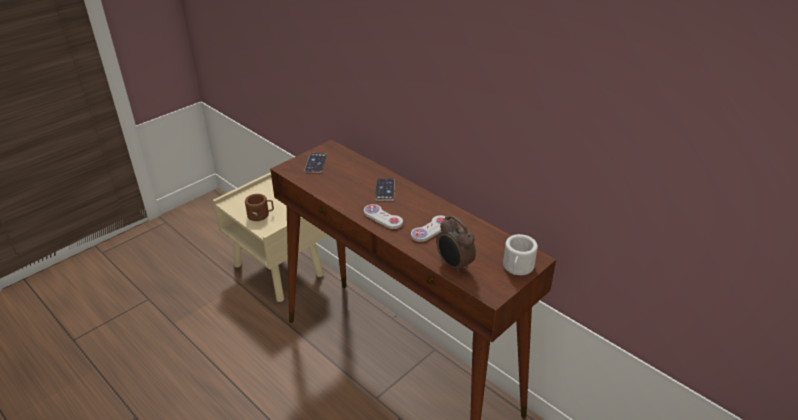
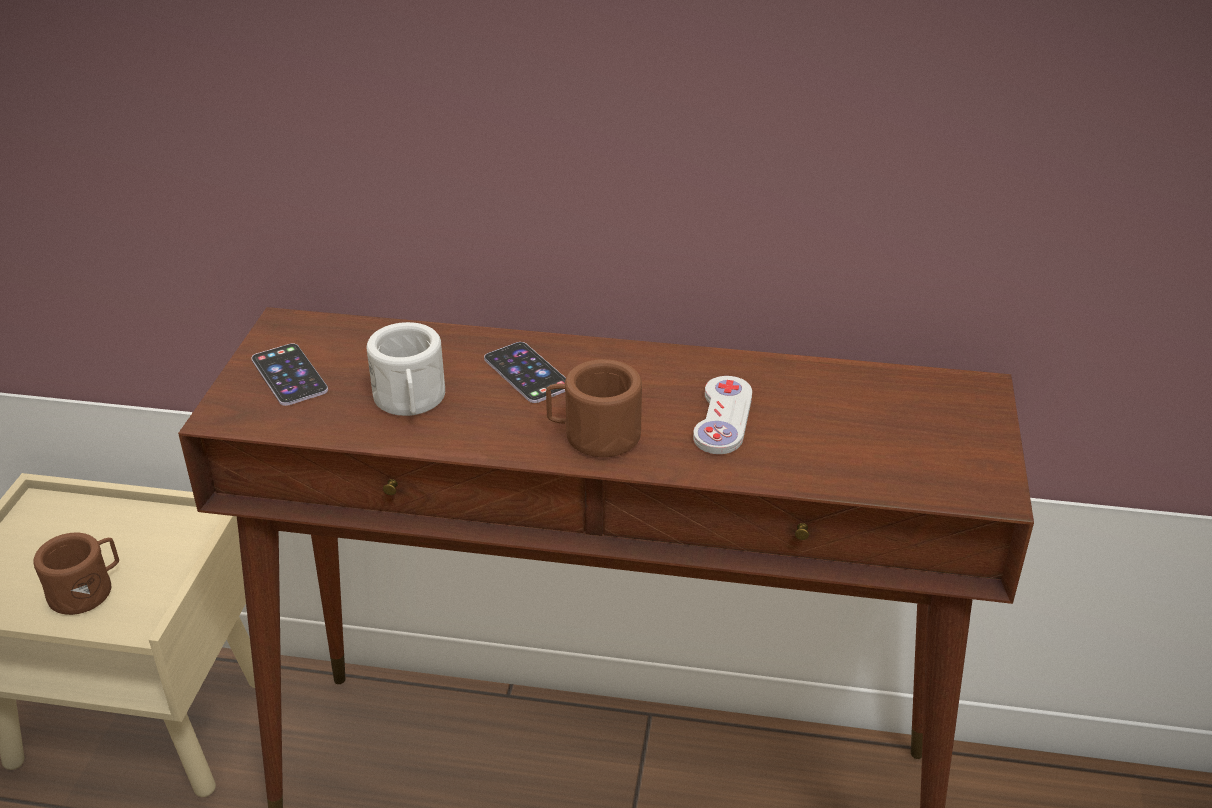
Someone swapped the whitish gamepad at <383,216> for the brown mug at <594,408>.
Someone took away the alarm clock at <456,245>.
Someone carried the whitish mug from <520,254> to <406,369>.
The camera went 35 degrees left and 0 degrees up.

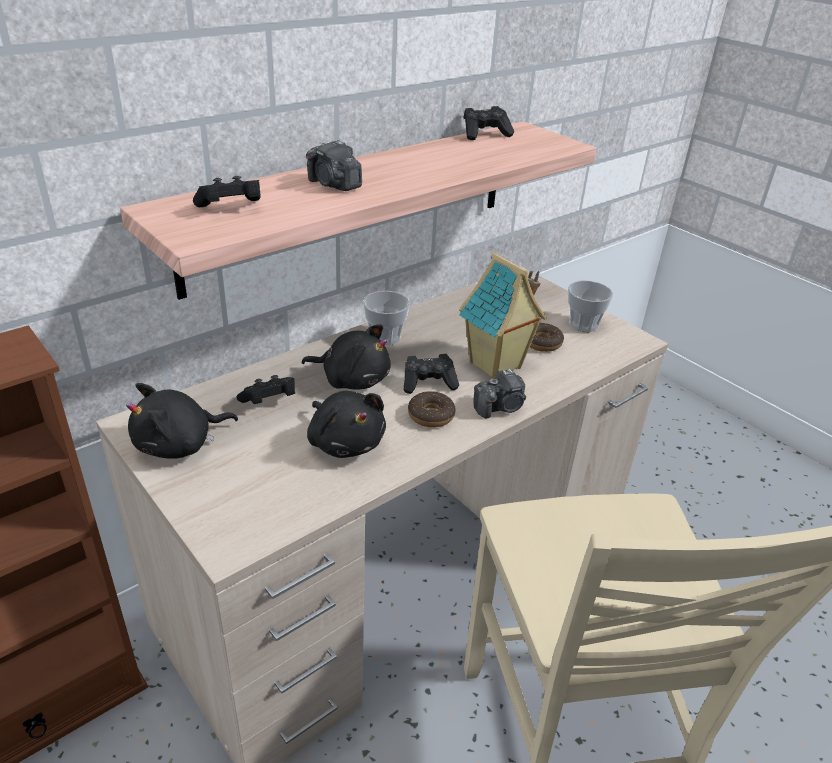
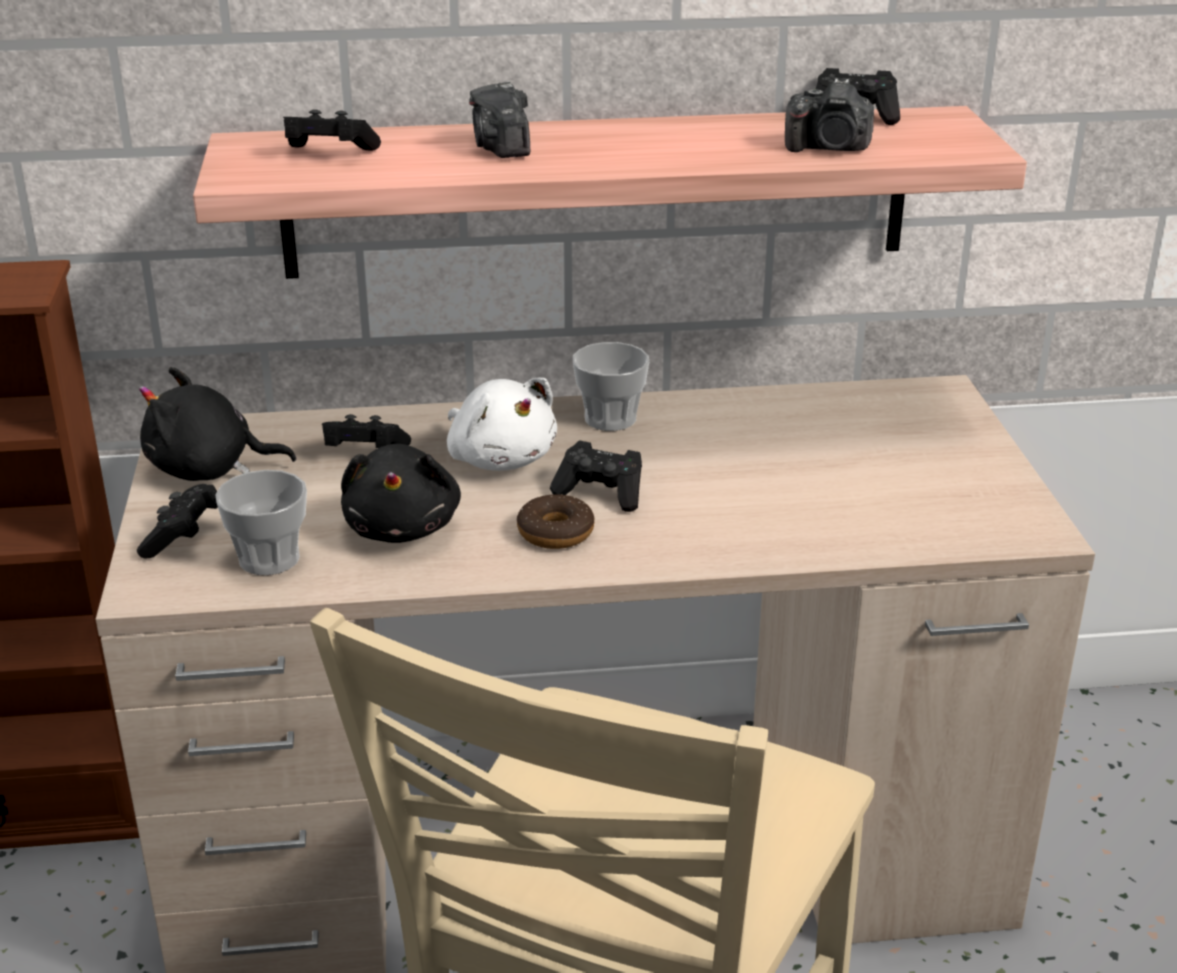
Someone repainted the black plush toy at <346,357>, which became the whitish plush toy at <502,424>.
Someone took away the toy house at <503,315>.
Someone carried the still camera from <499,393> to <829,115>.
Someone took away the ring doughnut at <547,337>.
Someone carried the cup from <590,306> to <261,522>.
Someone put down the black gamepad at <177,521>.
The camera went 35 degrees right and 5 degrees down.

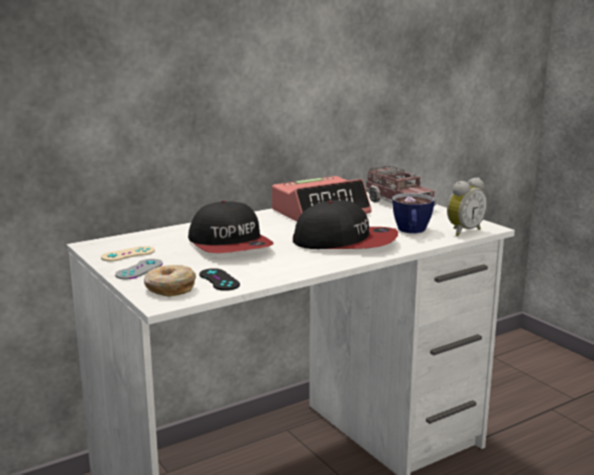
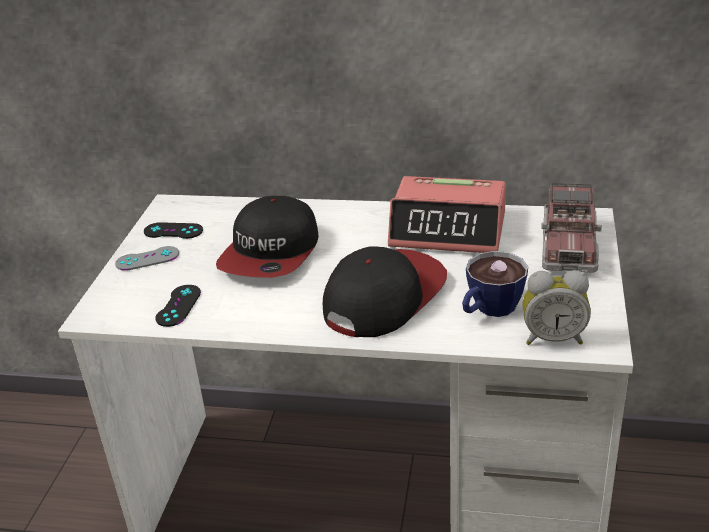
Someone repainted the beige-coloured gamepad at <128,253>, which became the black gamepad at <173,230>.
Someone took away the ring doughnut at <170,281>.
Someone rotated the baseball cap at <345,224> by 105 degrees counterclockwise.
The camera went 45 degrees right and 15 degrees up.

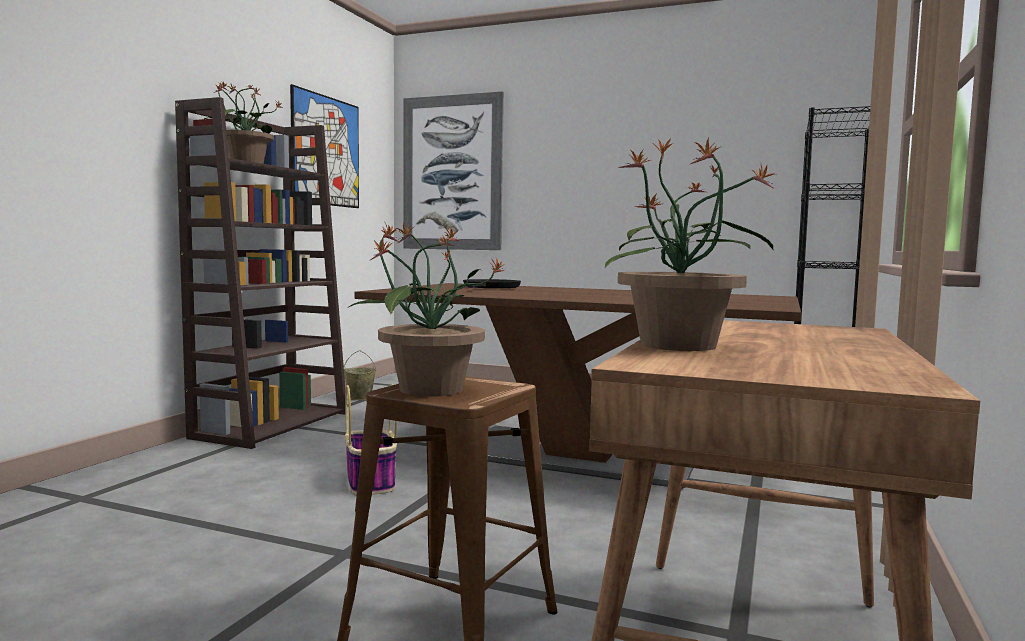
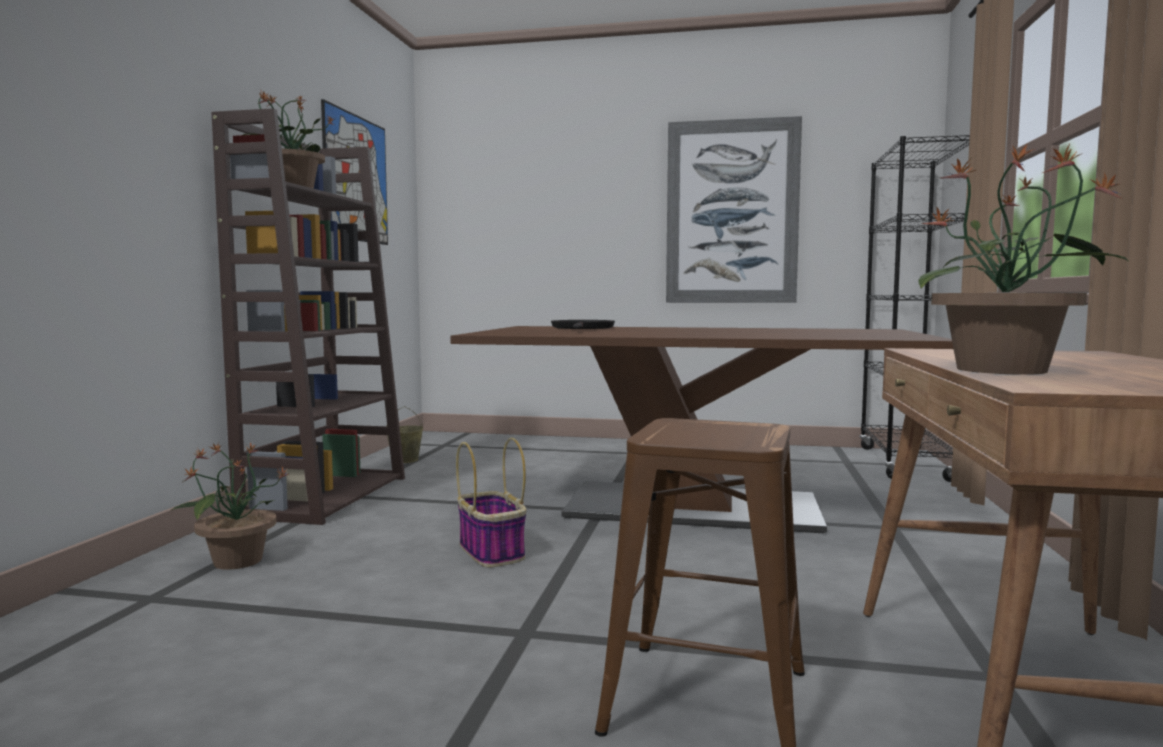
Someone carried the houseplant from <427,310> to <229,506>.
Someone carried the wall art from <453,170> to <734,209>.
The camera went 10 degrees left and 0 degrees up.

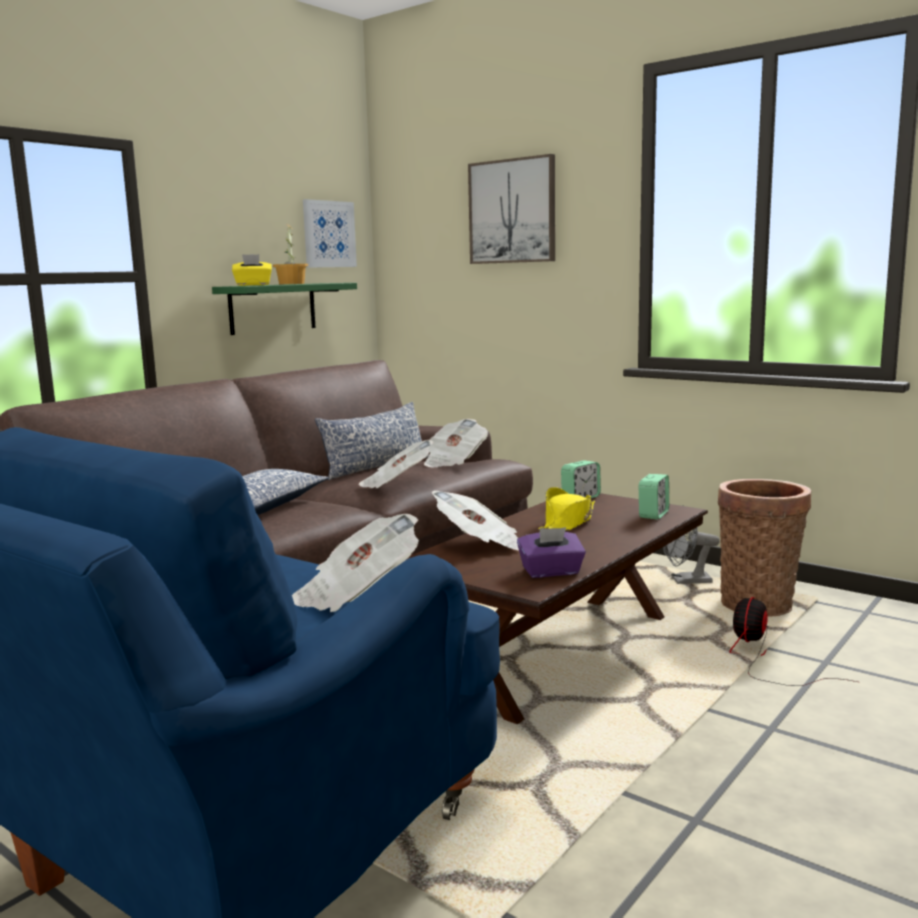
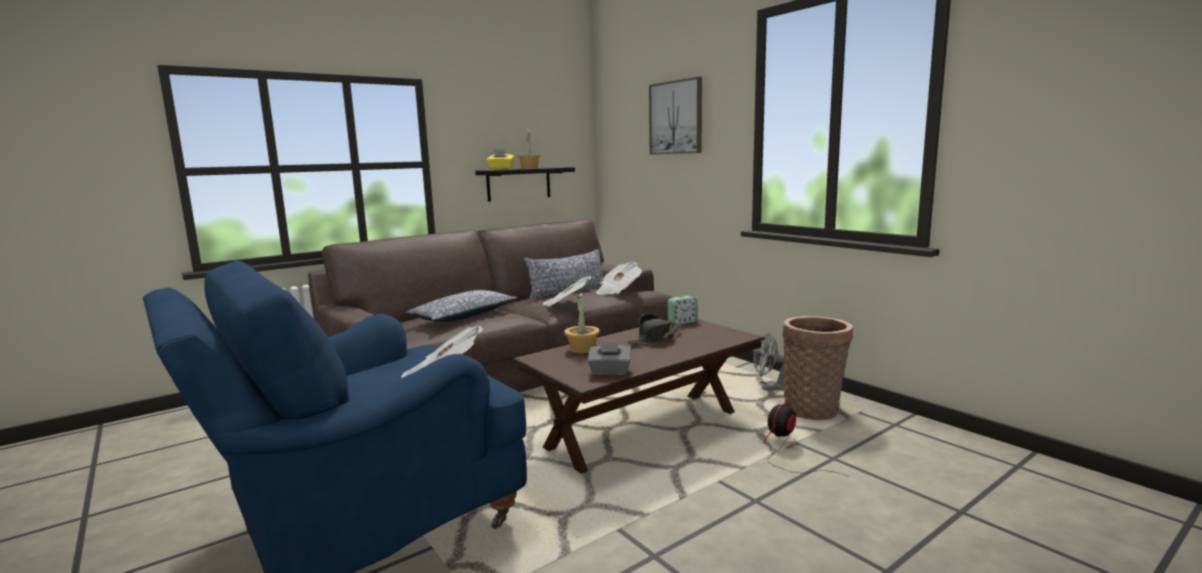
Someone repainted the greenish wall shelf at <284,309>, which became the black wall shelf at <525,184>.
Someone took away the wall art at <330,233>.
Someone swapped the newspaper at <475,520> for the houseplant at <582,322>.
Someone repainted the purplish tissue box at <551,552>, which became the grey tissue box at <609,359>.
Someone repainted the yellowish wearable hat at <566,509>, which became the black wearable hat at <654,329>.
Someone took away the alarm clock at <654,496>.
The camera went 15 degrees right and 0 degrees up.

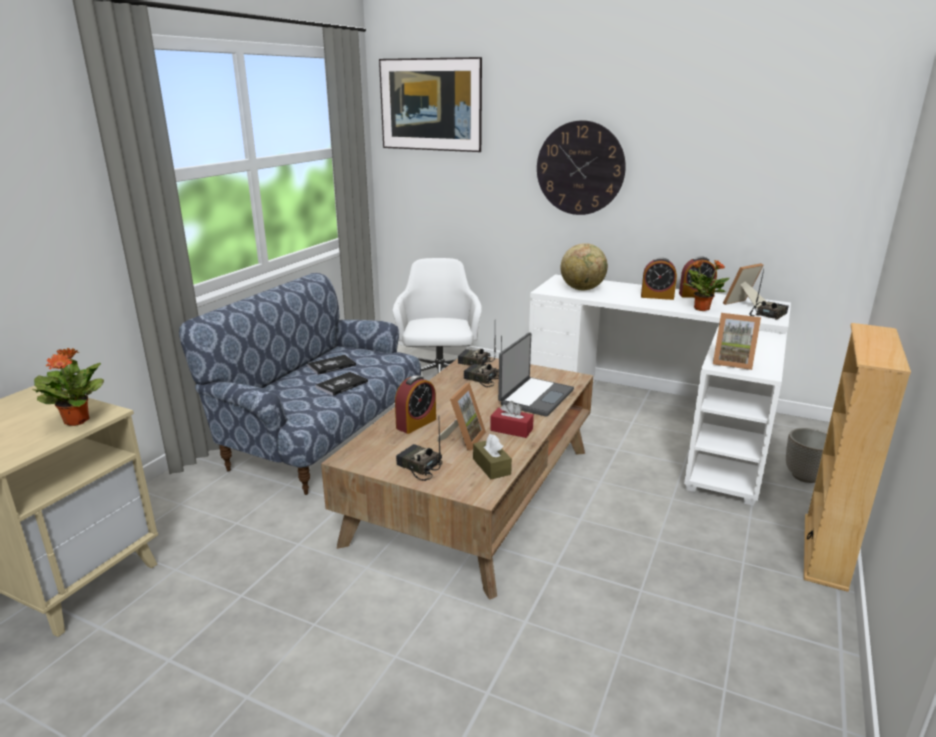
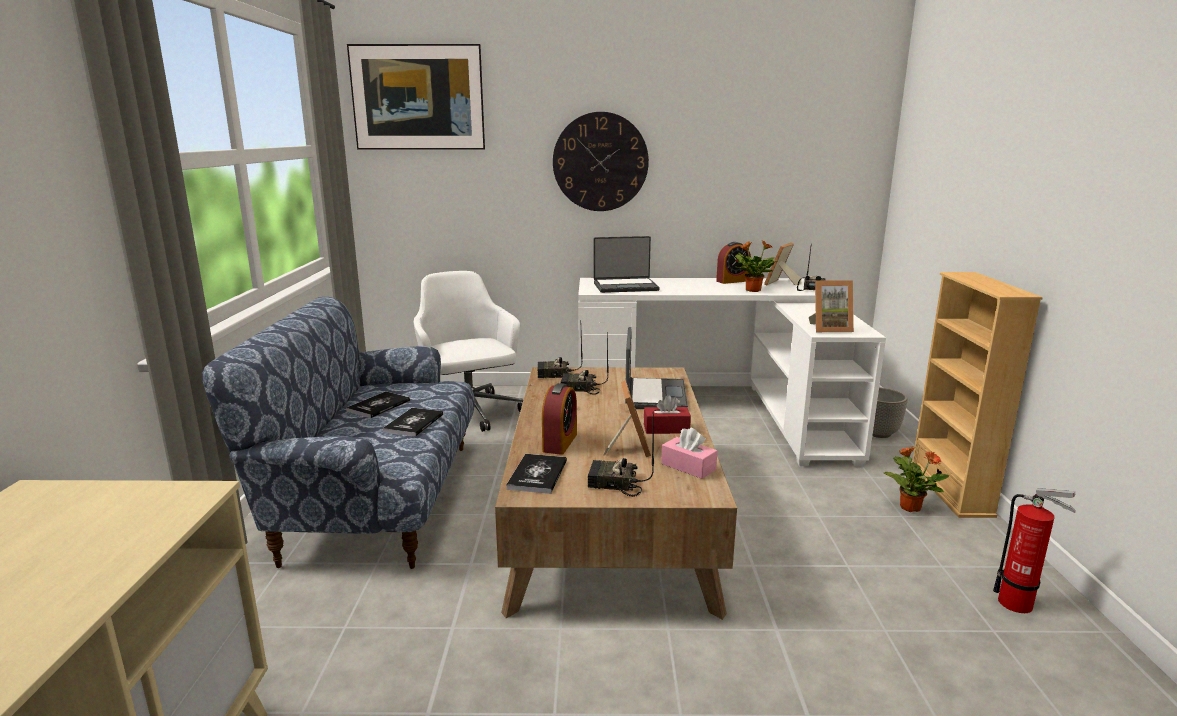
Someone carried the houseplant from <68,387> to <916,479>.
Someone repainted the brown tissue box at <492,456>, which became the pink tissue box at <689,453>.
Someone swapped the globe at <584,267> for the notebook computer at <627,264>.
Someone took away the alarm clock at <659,278>.
Someone put down the volume at <536,474>.
Someone put down the fire extinguisher at <1034,550>.
The camera went 25 degrees left and 5 degrees down.

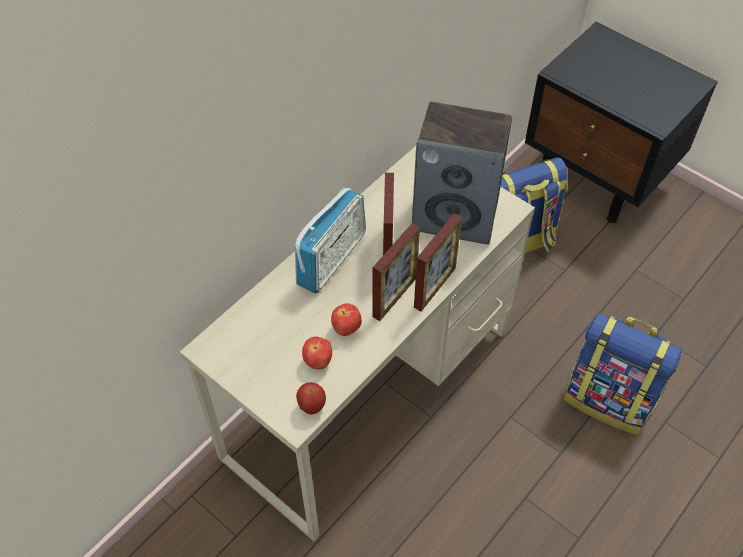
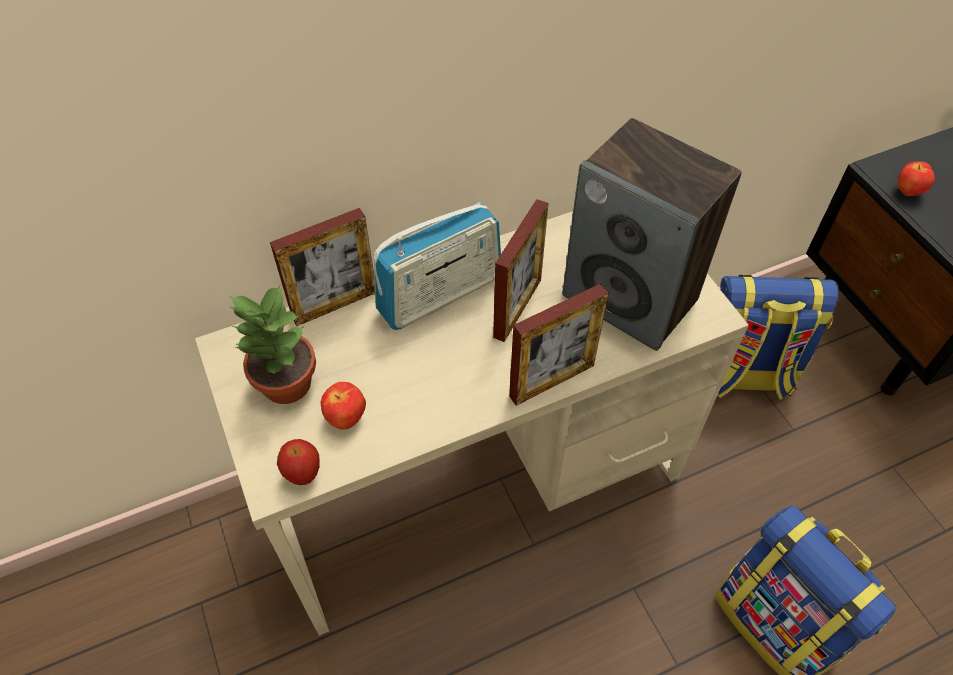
Someone carried the apple from <346,319> to <916,178>.
Someone carried the picture frame from <396,272> to <322,267>.
Someone put down the houseplant at <273,345>.
The camera went 25 degrees right and 0 degrees up.

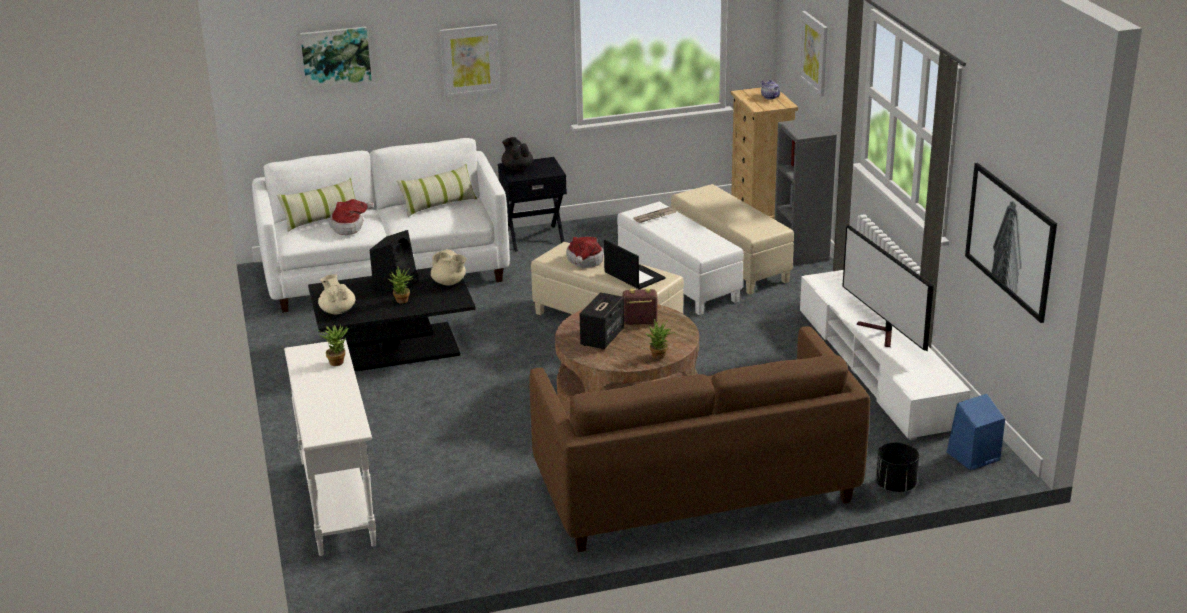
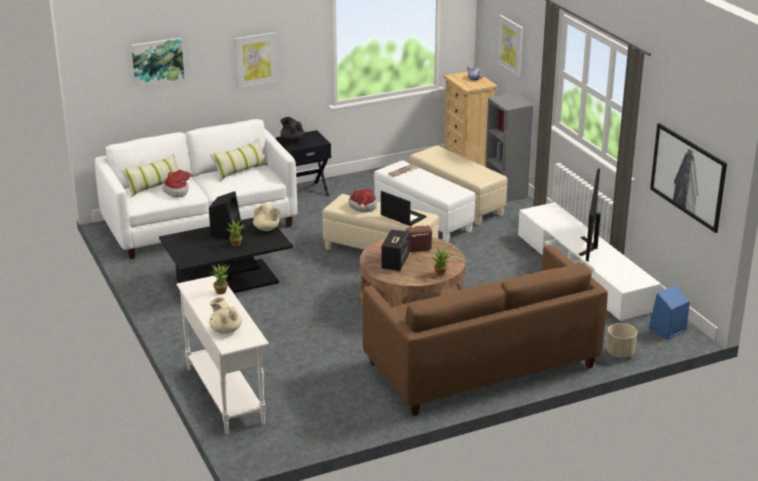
Someone carried the beige-coloured pot for tea from <336,294> to <225,315>.
Someone rotated the TV at <888,288> by 45 degrees clockwise.
Someone repainted the black flower pot at <897,467>, which became the beige-coloured flower pot at <621,340>.
The camera went 10 degrees left and 0 degrees up.

